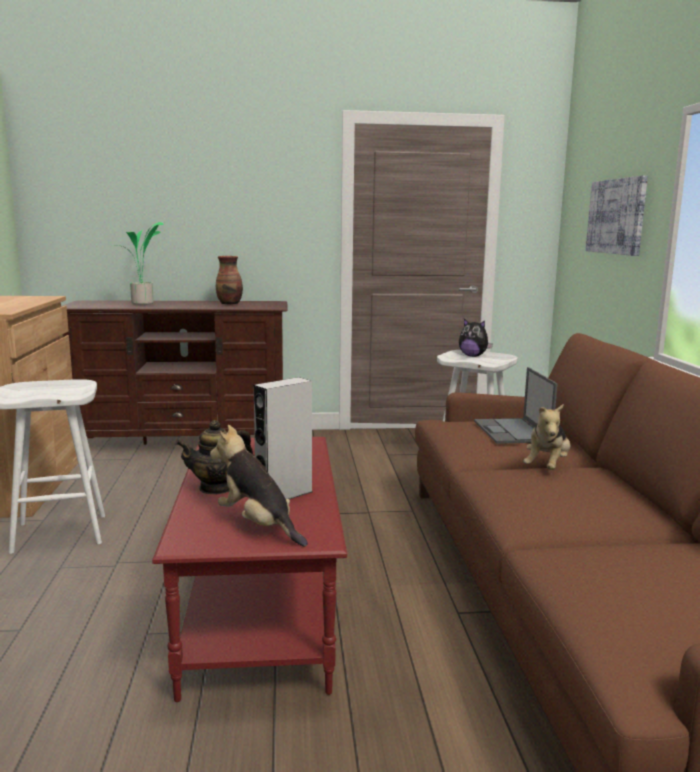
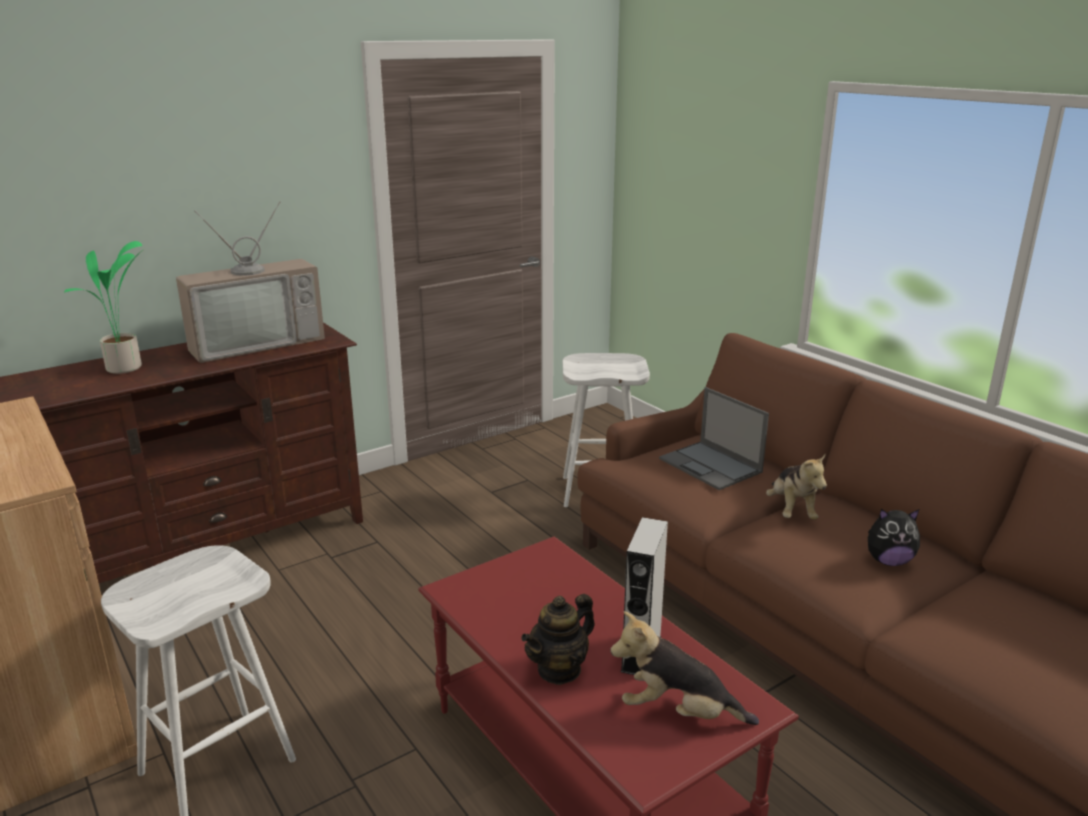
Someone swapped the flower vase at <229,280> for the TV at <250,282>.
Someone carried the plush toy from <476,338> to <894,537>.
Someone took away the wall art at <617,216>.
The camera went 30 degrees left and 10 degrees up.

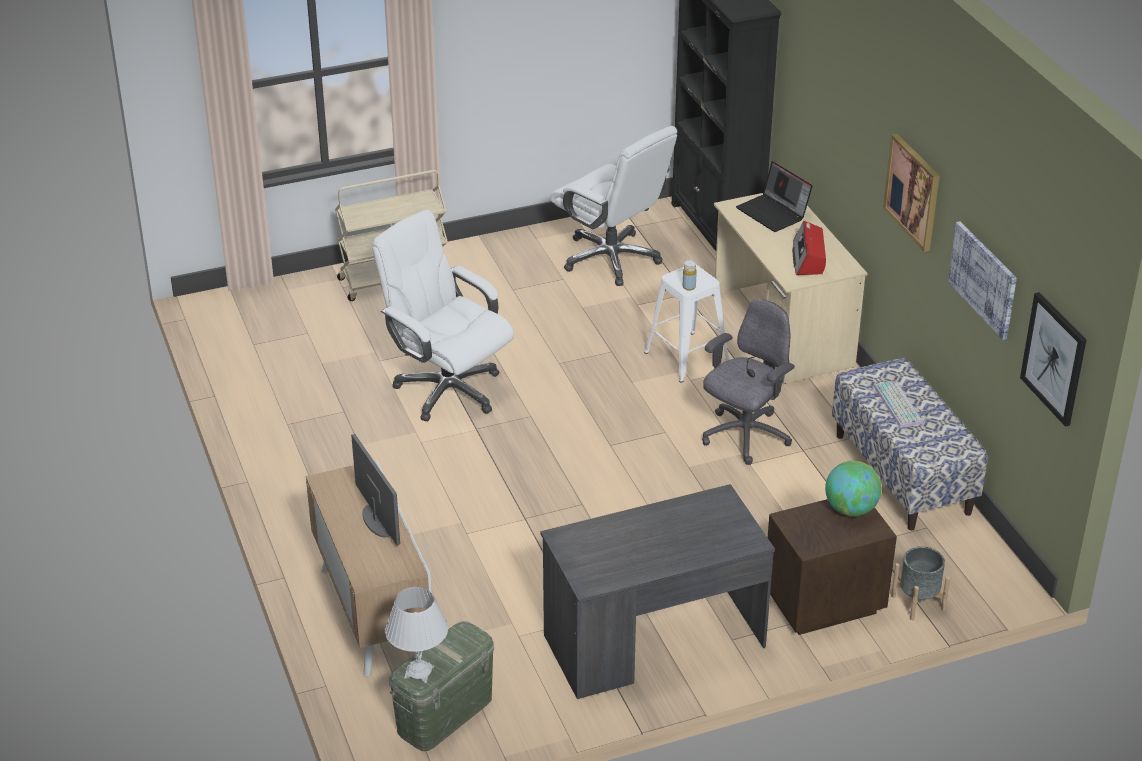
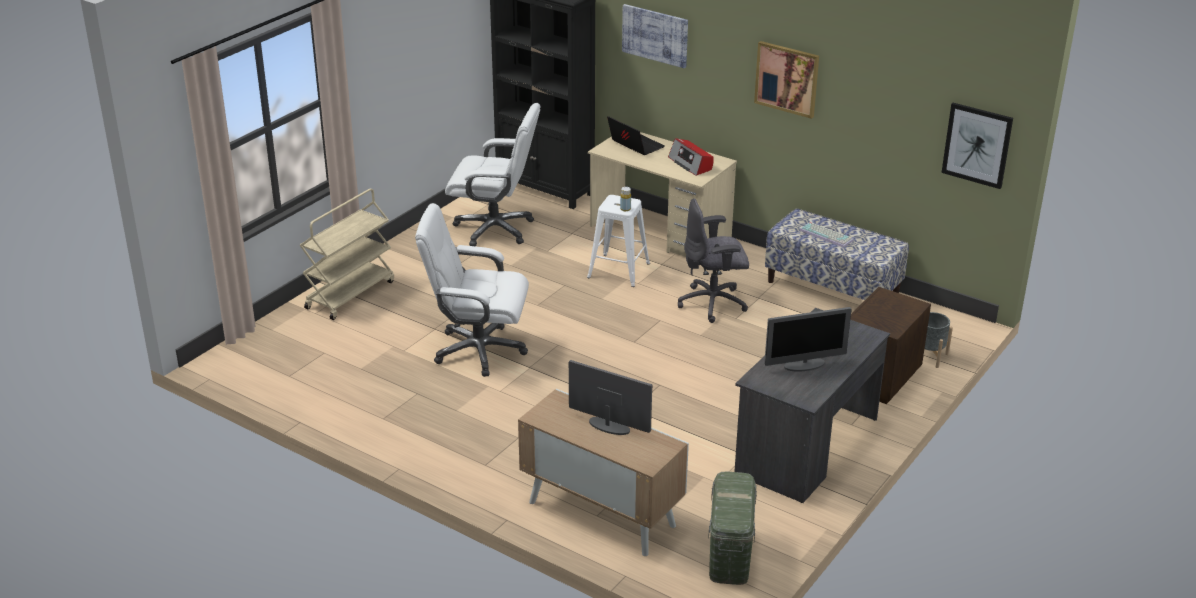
Someone took away the whitish tabletop lamp at <416,635>.
Someone rotated the grey office chair at <748,382> by 105 degrees counterclockwise.
Someone rotated the notebook computer at <774,196> by 150 degrees counterclockwise.
Someone took away the globe at <853,489>.
Someone carried the wall art from <982,280> to <655,36>.
Someone put down the monitor at <808,339>.
The camera went 35 degrees left and 5 degrees down.

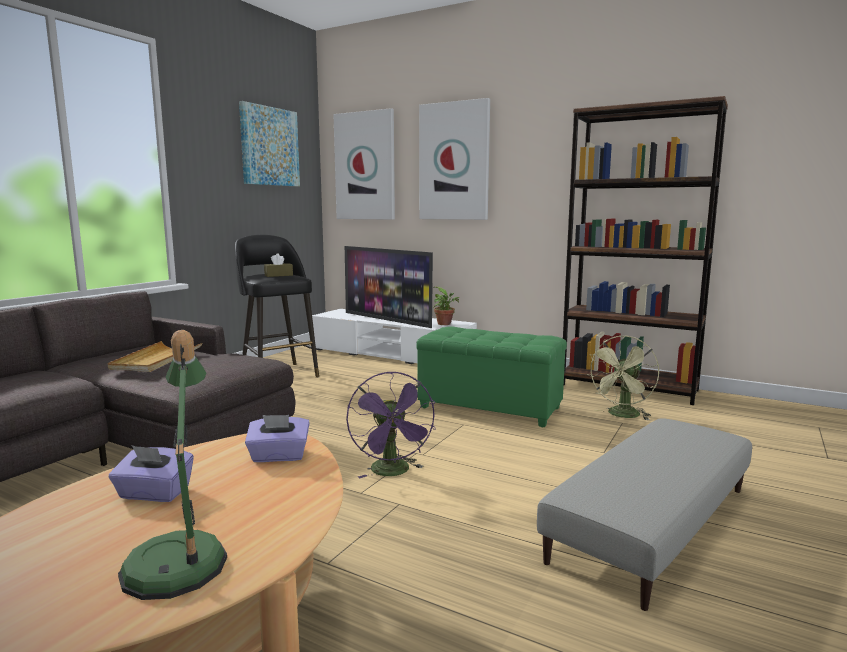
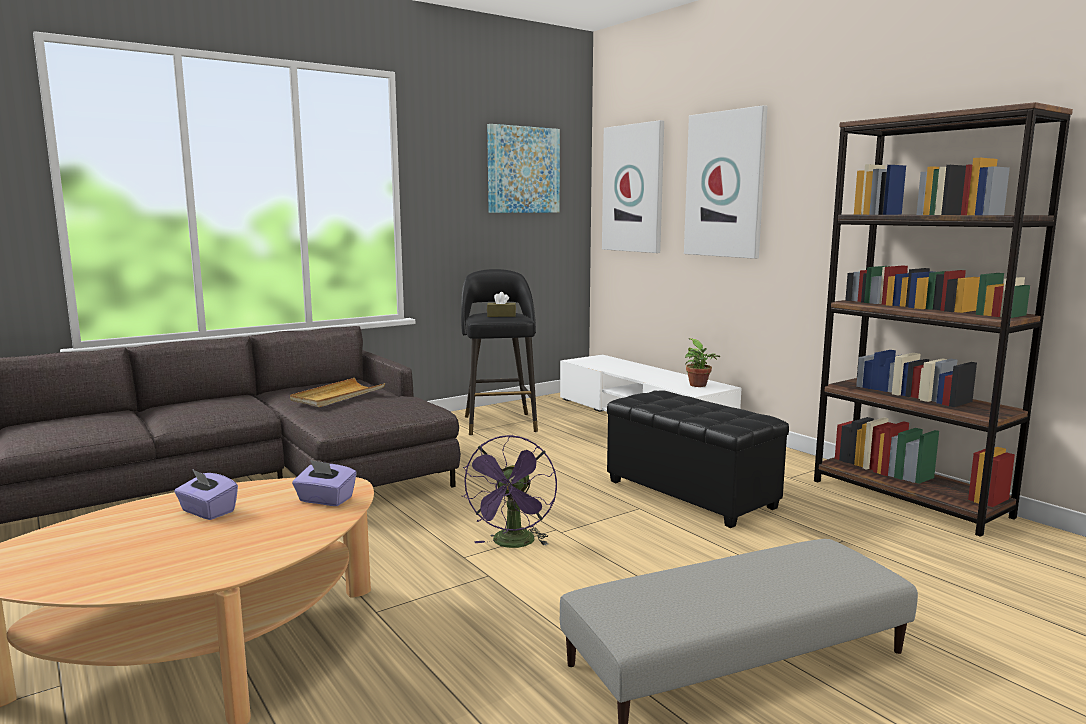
Someone took away the tabletop lamp at <172,465>.
Someone took away the TV at <389,287>.
Someone repainted the greenish ottoman at <491,377>, which became the black ottoman at <698,459>.
Someone took away the greenish cooling fan at <623,377>.
The camera went 25 degrees right and 0 degrees up.

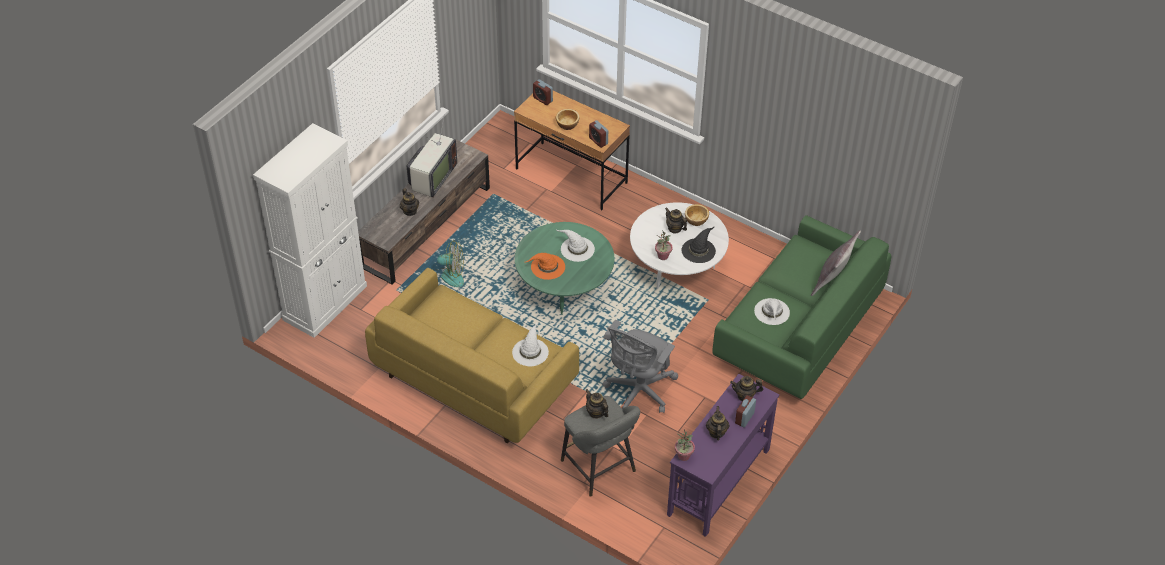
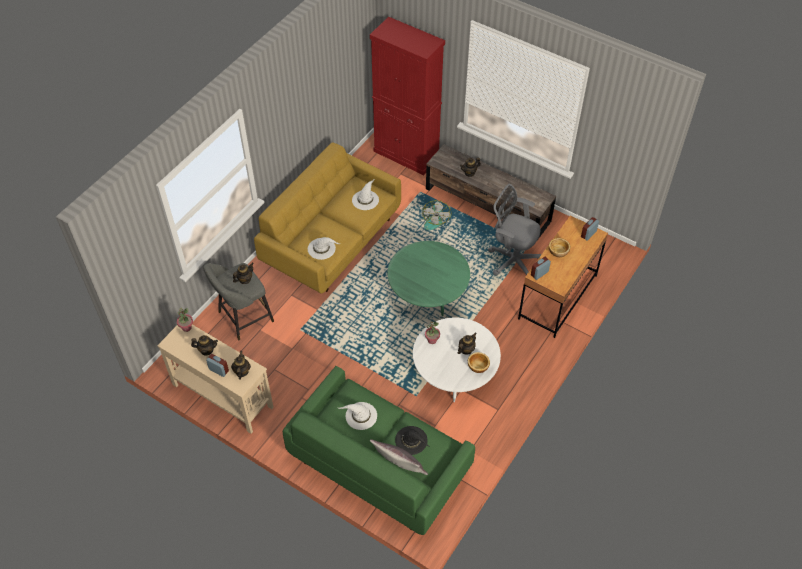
Someone repainted the whitish cupboard at <310,230>, which became the red cupboard at <407,96>.
Someone took away the TV at <432,155>.
Someone took away the orange wearable hat at <545,266>.
Someone carried the whitish wearable hat from <576,246> to <365,194>.
Someone carried the grey office chair from <640,366> to <515,229>.
Someone repainted the purplish narrow table at <723,455>, which became the beige-coloured narrow table at <215,379>.
Someone carried the black wearable hat from <699,244> to <412,440>.
The camera went 90 degrees right and 5 degrees up.

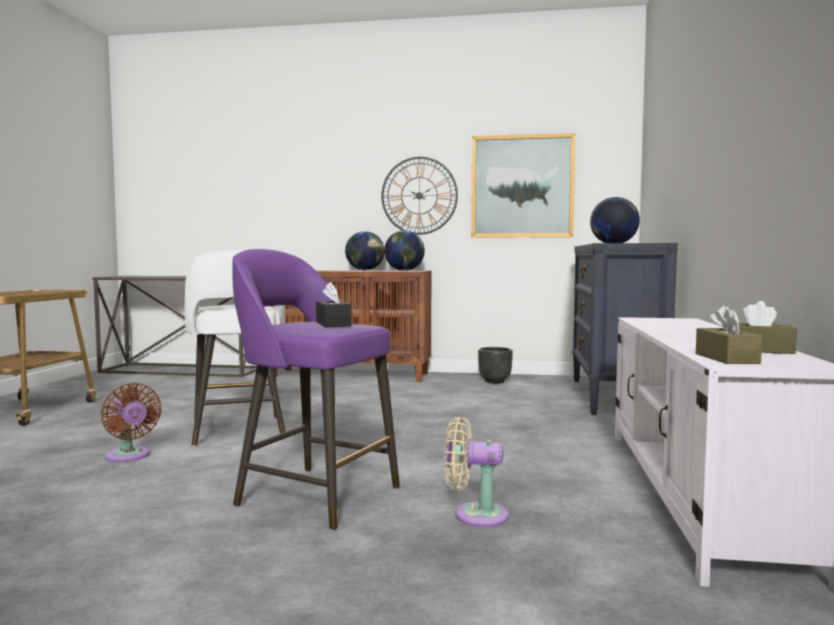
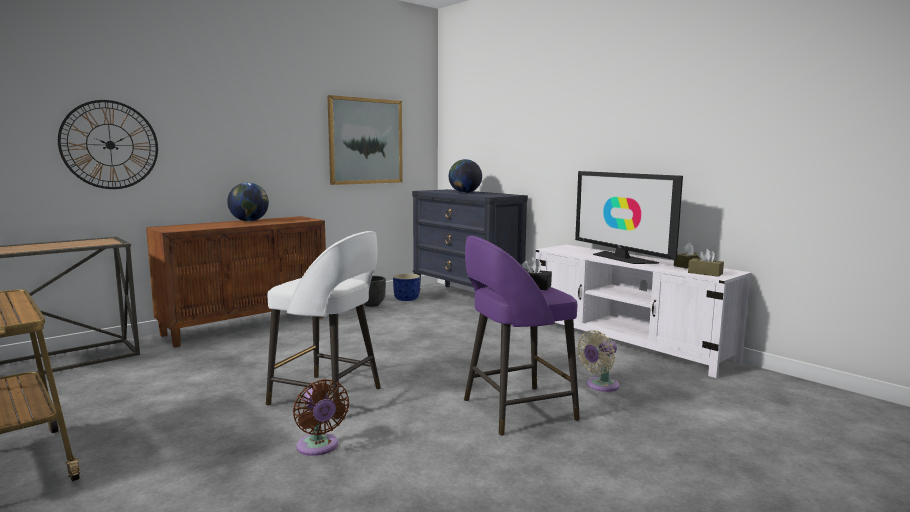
Someone rotated the brown cooling fan at <131,422> by 60 degrees clockwise.
Someone carried the clock on the wall from <419,196> to <108,144>.
Someone took away the globe at <404,250>.
Someone put down the blue flower pot at <406,287>.
Someone put down the TV at <629,217>.
The camera went 50 degrees left and 5 degrees up.

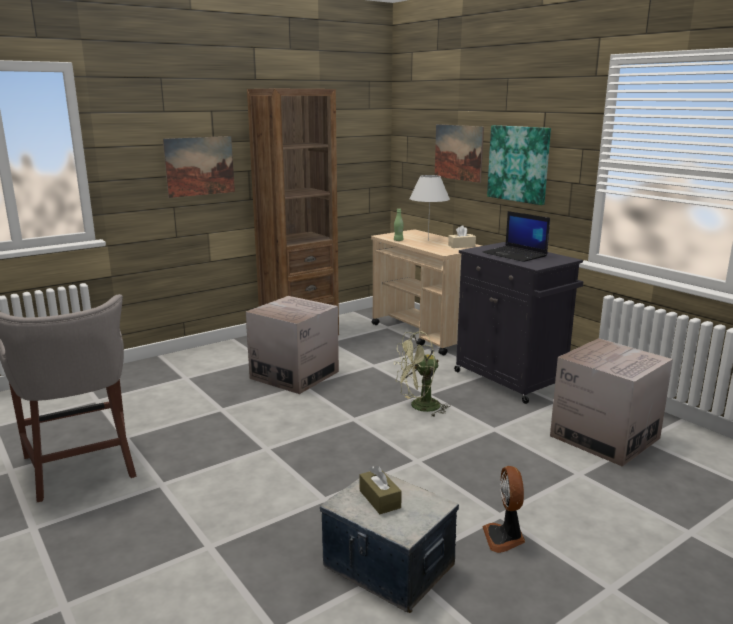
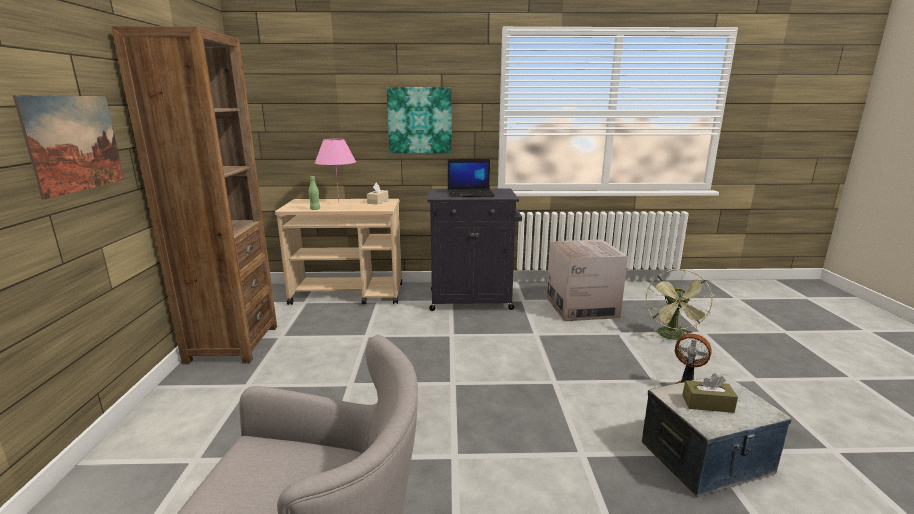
Someone took away the carton at <292,345>.
Someone carried the greenish cooling fan from <422,373> to <680,304>.
Someone repainted the whitish tabletop lamp at <429,208>, which became the pink tabletop lamp at <335,170>.
Someone took away the wall art at <459,153>.
The camera went 55 degrees left and 0 degrees up.

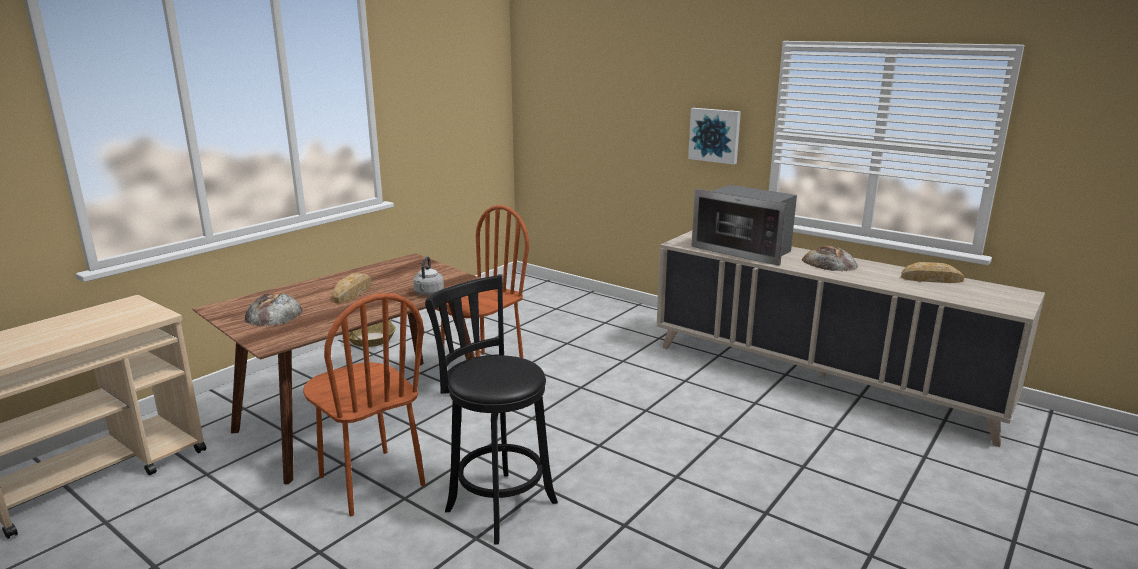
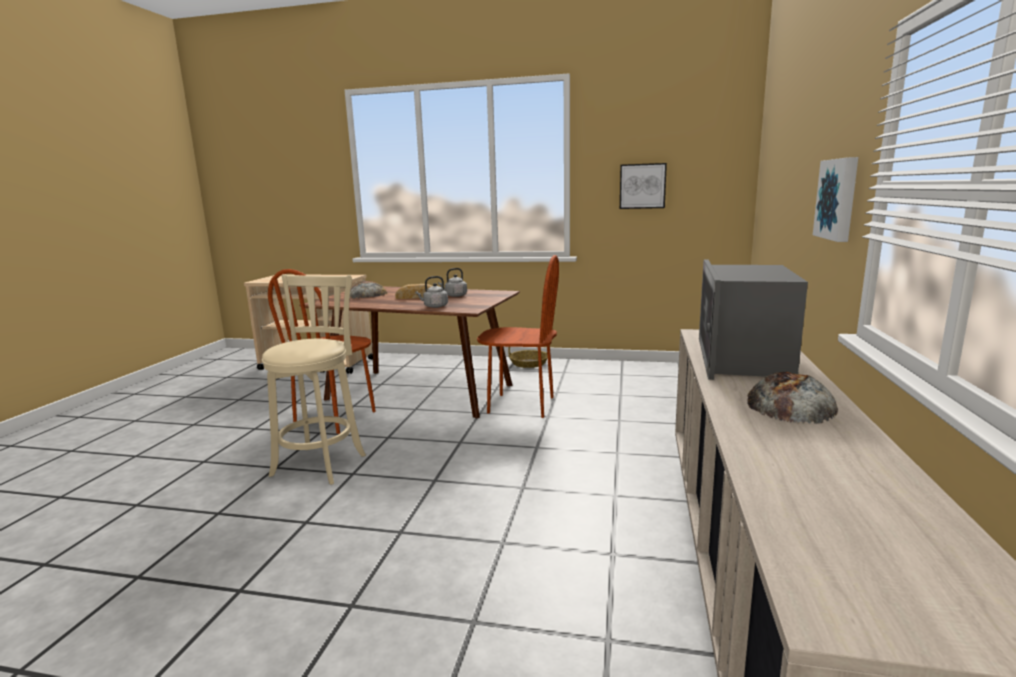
Someone repainted the black sitting stool at <491,409>, which became the beige-coloured sitting stool at <314,379>.
Someone took away the bakery bread at <932,272>.
Someone put down the grey tea kettle at <452,282>.
Someone put up the wall art at <643,186>.
The camera went 65 degrees right and 5 degrees down.

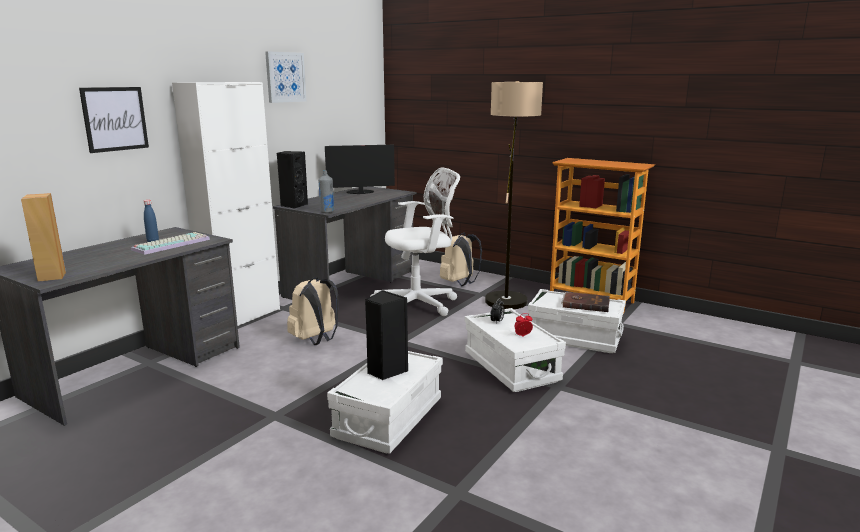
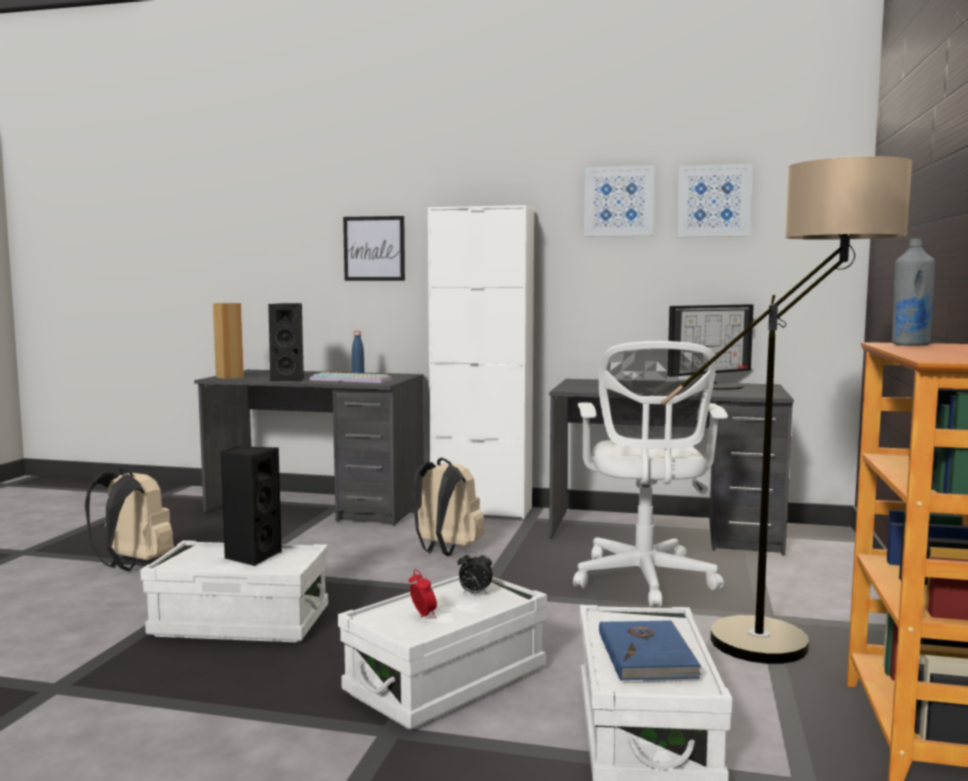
Someone carried the black audio speaker from <292,180> to <286,342>.
Someone carried the grey beverage bottle from <326,191> to <913,292>.
Someone rotated the monitor at <360,169> by 90 degrees clockwise.
Someone rotated the whitish office chair at <415,242> by 45 degrees clockwise.
Someone carried the beige-coloured rucksack from <461,259> to <129,519>.
Someone repainted the brown volume at <585,302>, which became the blue volume at <650,650>.
Someone put up the wall art at <714,200>.
The camera went 70 degrees right and 10 degrees down.

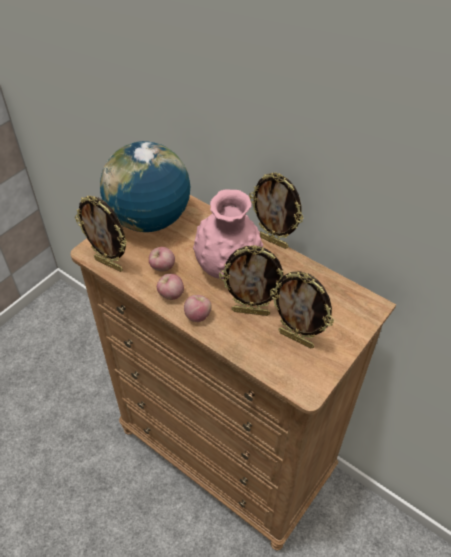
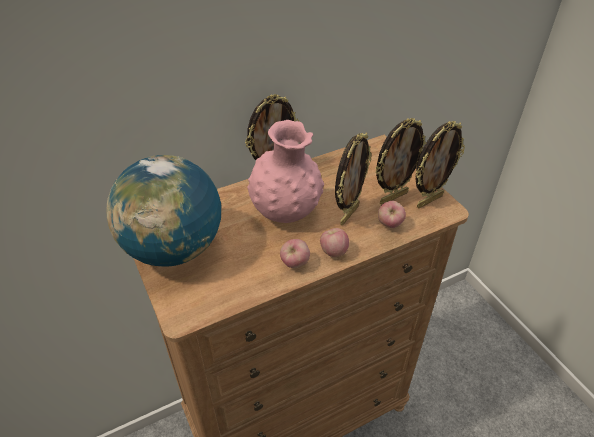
Someone carried the picture frame from <101,234> to <440,164>.
Someone carried the apple from <162,259> to <392,214>.
The camera went 65 degrees left and 5 degrees down.

